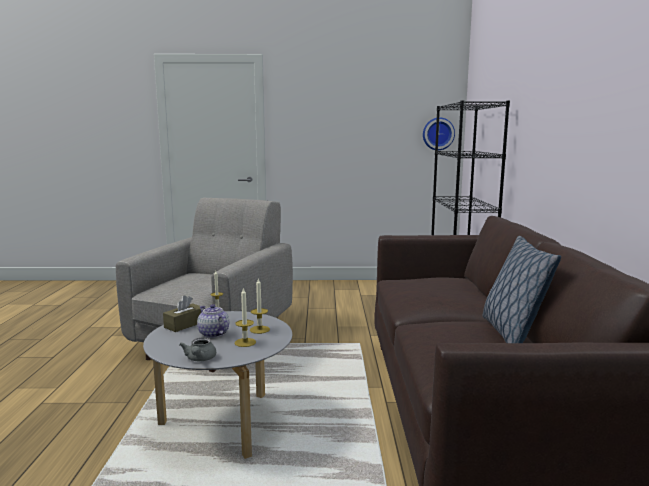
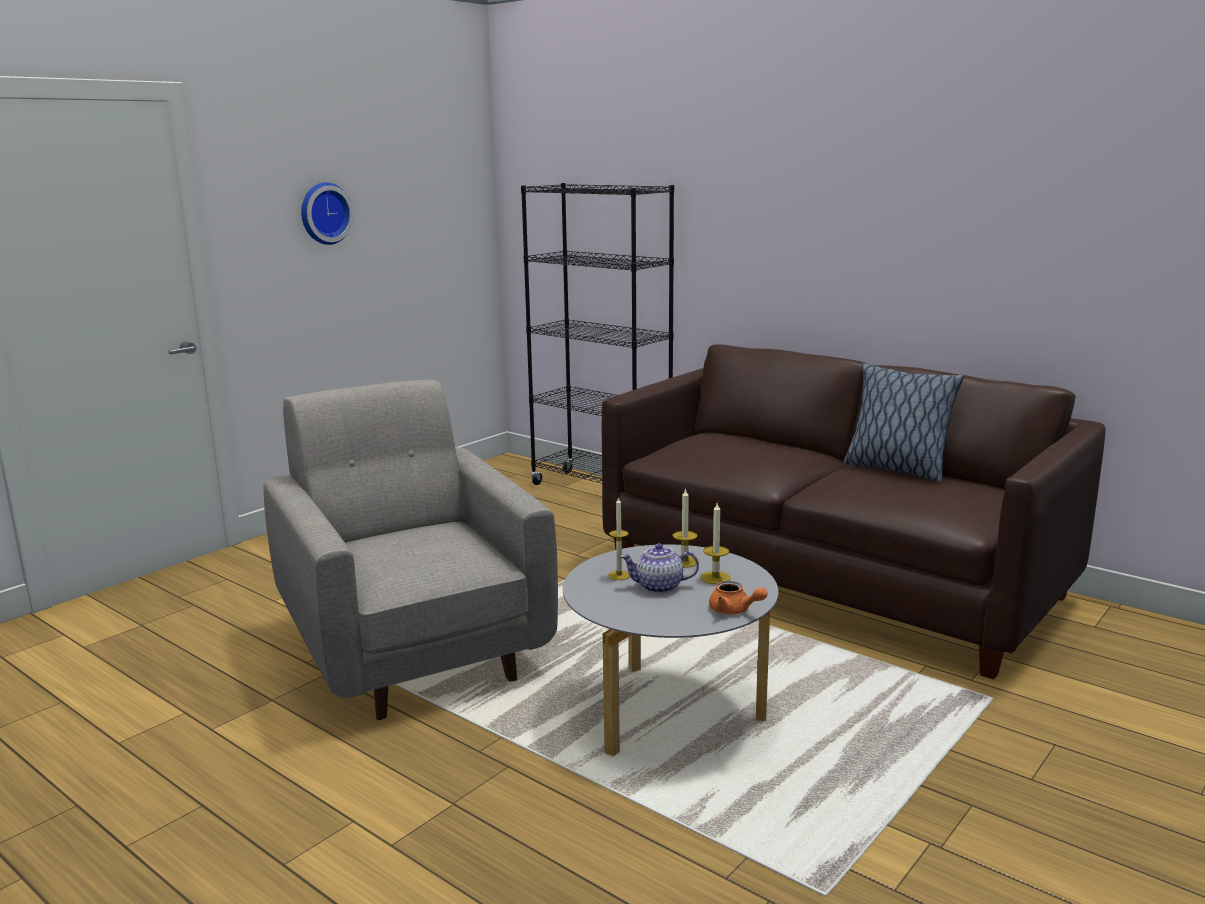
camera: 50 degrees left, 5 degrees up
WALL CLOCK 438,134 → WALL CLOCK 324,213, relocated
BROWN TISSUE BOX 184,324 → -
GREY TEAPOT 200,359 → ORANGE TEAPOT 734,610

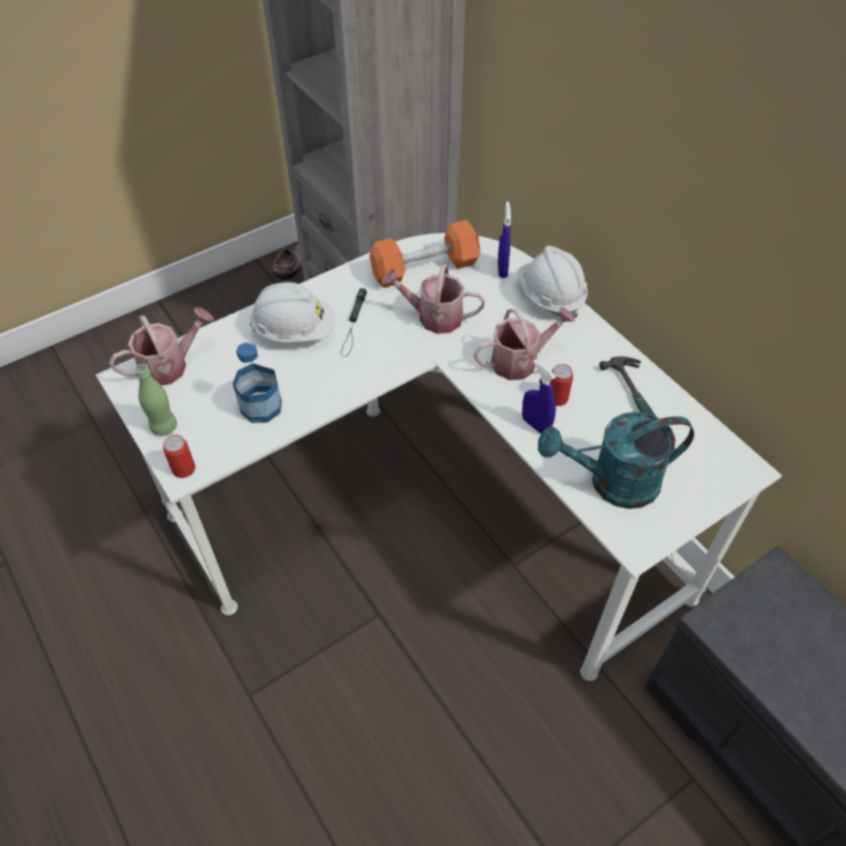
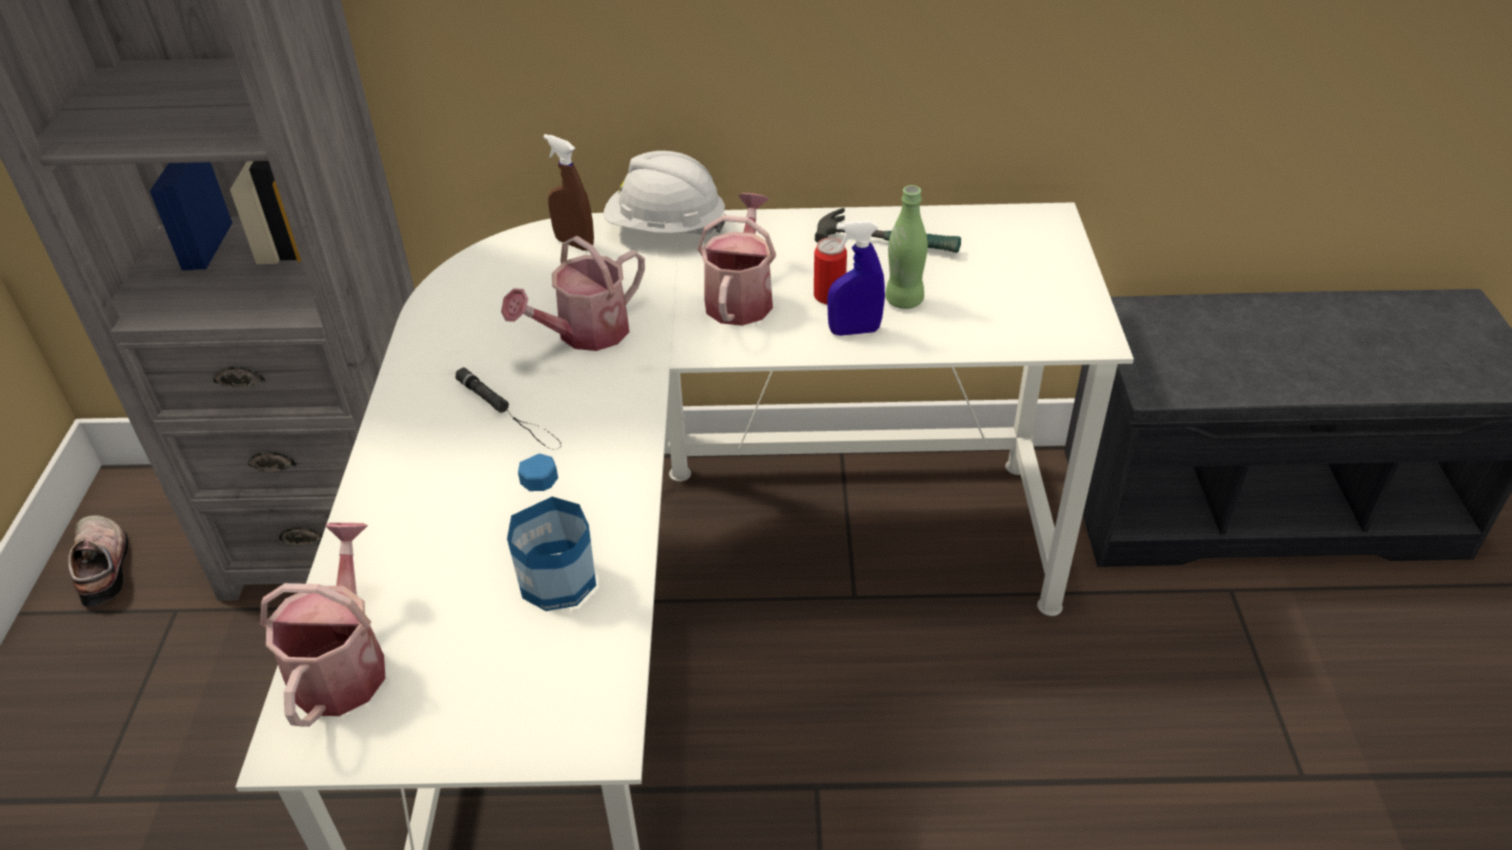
camera: 55 degrees left, 10 degrees down
BLUE SPRAY BOTTLE 502,269 → BROWN SPRAY BOTTLE 574,243
ORANGE DUMBBELL 425,268 → -
WHITE HARD HAT 294,331 → -
GREEN BOTTLE 164,427 → GREEN BOTTLE 904,300, relocated
TURQUOISE WATERING CAN 612,483 → -
CAN 184,469 → -

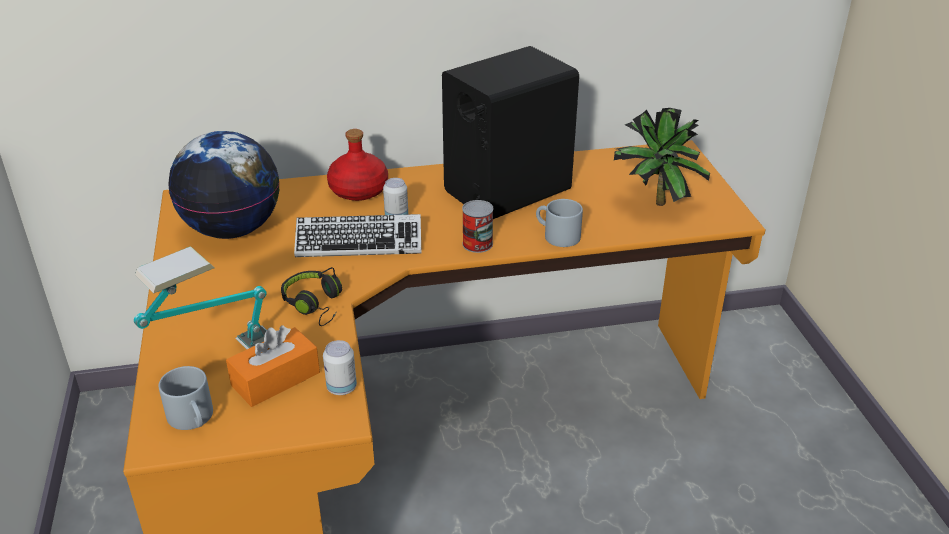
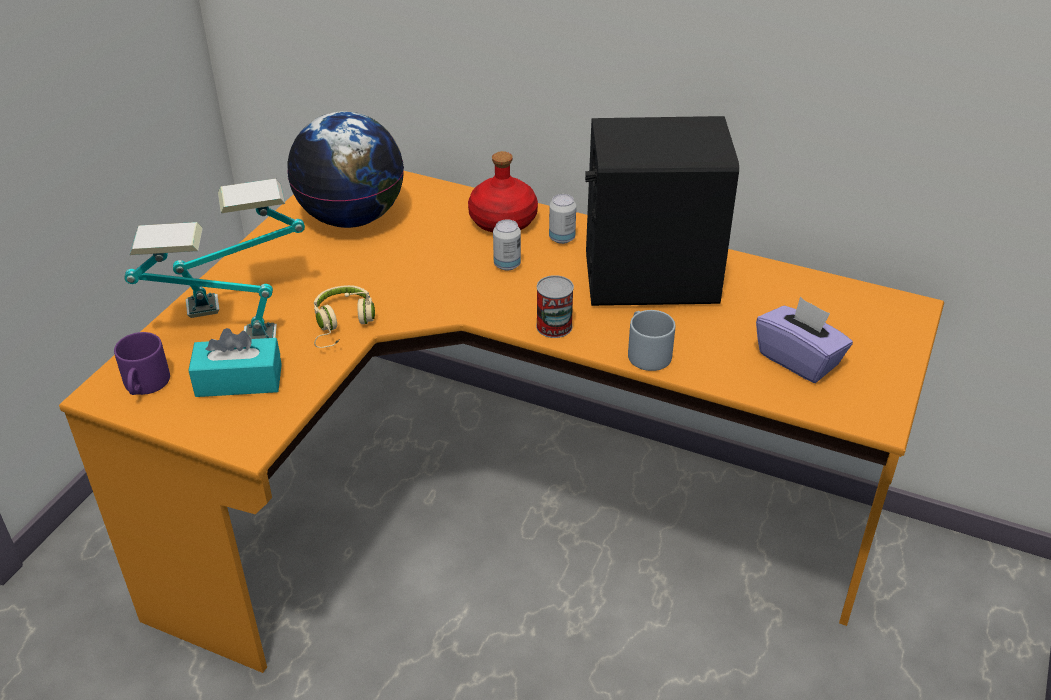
camera: 35 degrees right, 5 degrees up
POTTED PLANT 653,203 → PURPLE TISSUE BOX 799,359
KEYBOARD 359,243 → -
BLACK HEADPHONES 315,304 → BEIGE HEADPHONES 342,324
ORANGE TISSUE BOX 275,379 → TURQUOISE TISSUE BOX 239,380
CAN 341,388 → CAN 562,238, relocated
GREY MUG 194,419 → PURPLE MUG 145,385
- → TABLE LAMP 249,300

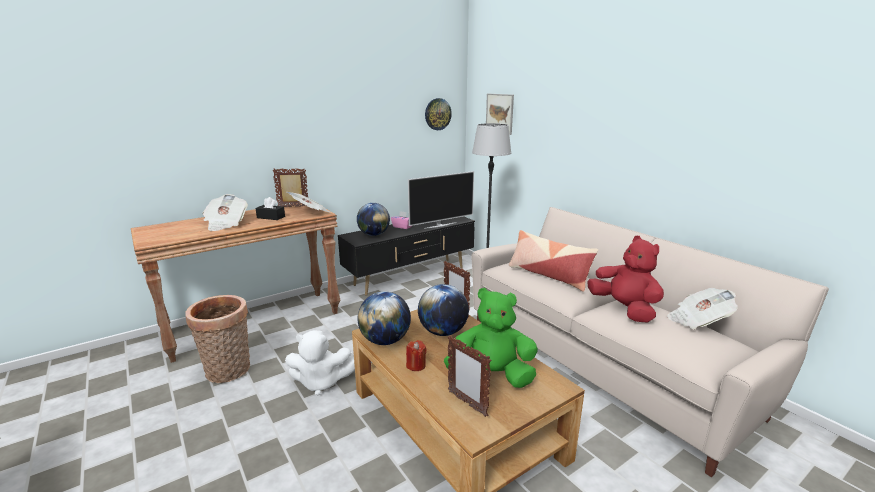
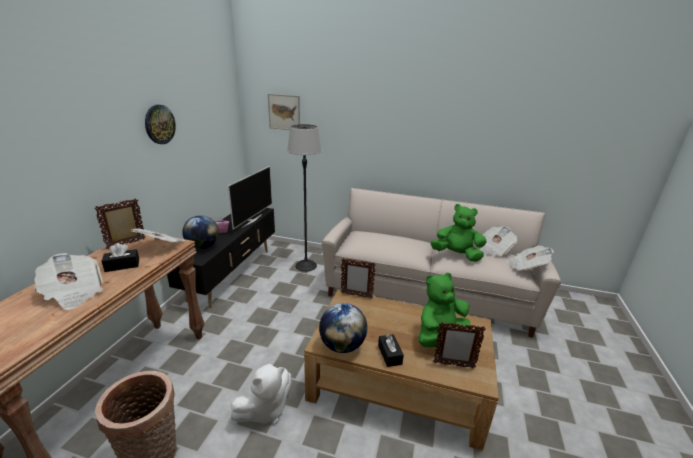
camera: 40 degrees left, 5 degrees up
WALL CLOCK 437,114 → WALL CLOCK 159,124, relocated
PILLOW 548,275 → -
RED PLUSH TOY 624,309 → GREEN PLUSH TOY 456,255
GLOBE 443,332 → -
RED CANDLE 416,365 → BLACK TISSUE BOX 389,355
- → NEWSPAPER 526,266

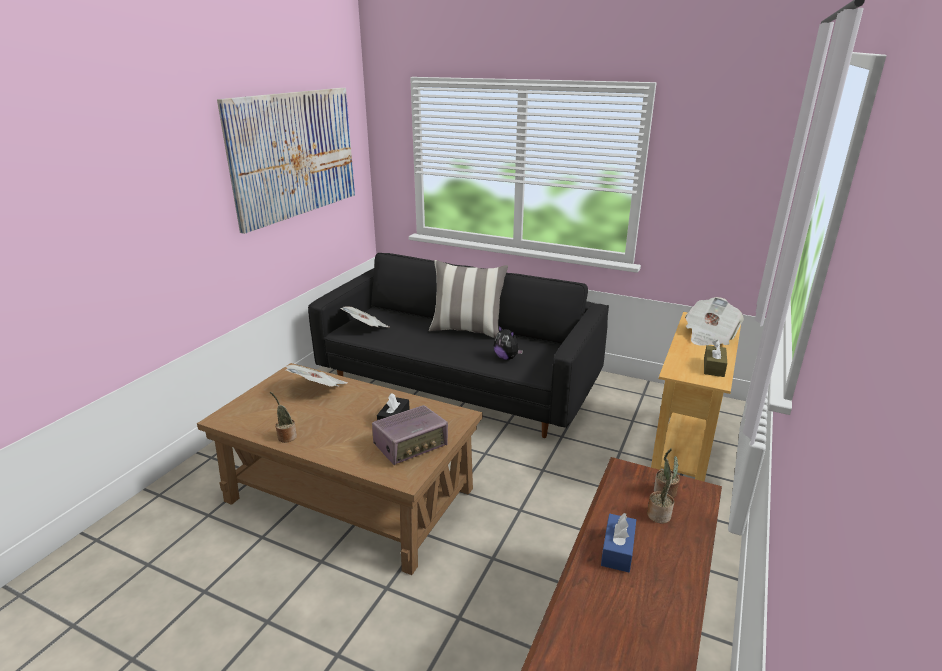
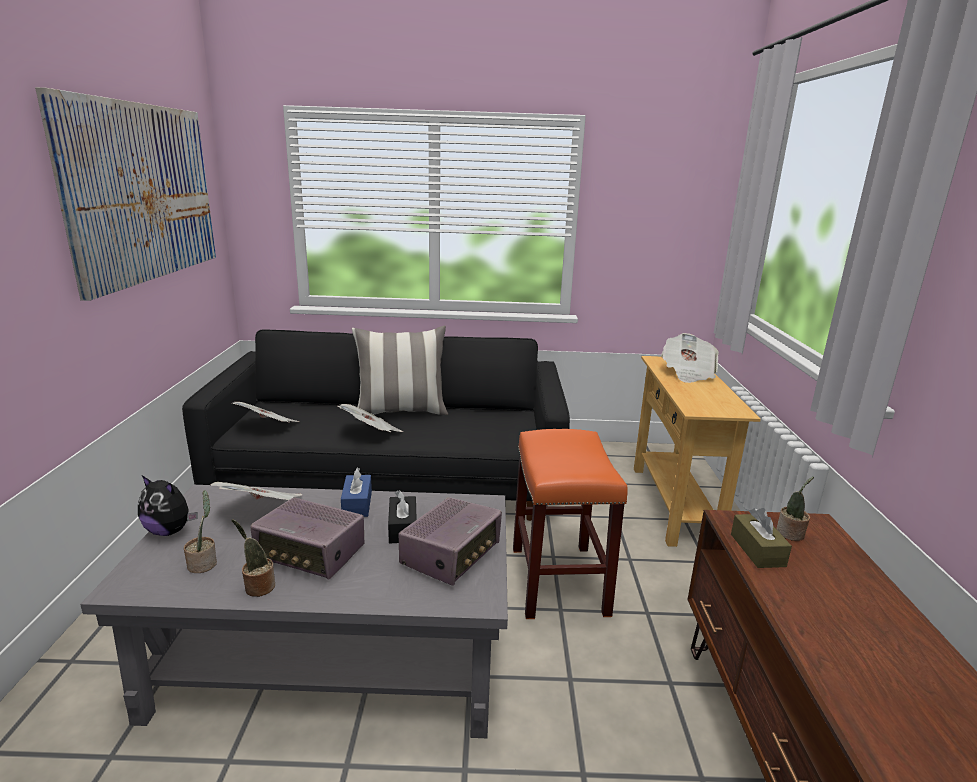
camera: 25 degrees left, 5 degrees down
PLUSH TOY 506,358 → PLUSH TOY 170,531, relocated
BROWN TISSUE BOX 713,367 → BROWN TISSUE BOX 757,550, relocated
BROWN COFFEE TABLE 351,494 → GREY COFFEE TABLE 336,653
POTTED PLANT 660,514 → POTTED PLANT 204,563, relocated
BLUE TISSUE BOX 617,550 → BLUE TISSUE BOX 357,504, relocated
- → NEWSPAPER 371,433
- → ORANGE STOOL 559,581
- → RADIO 311,554

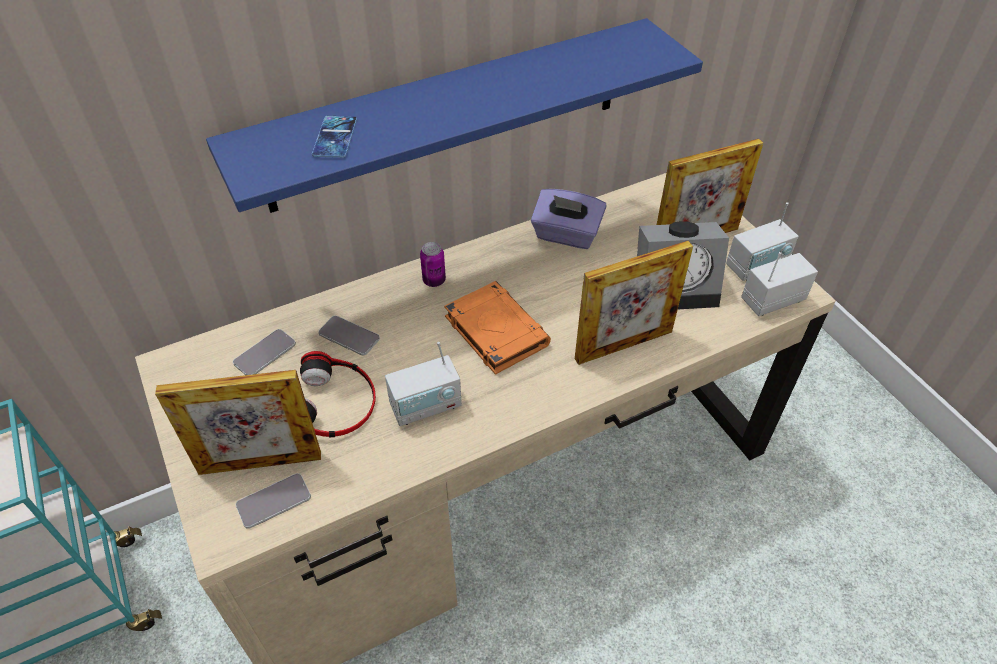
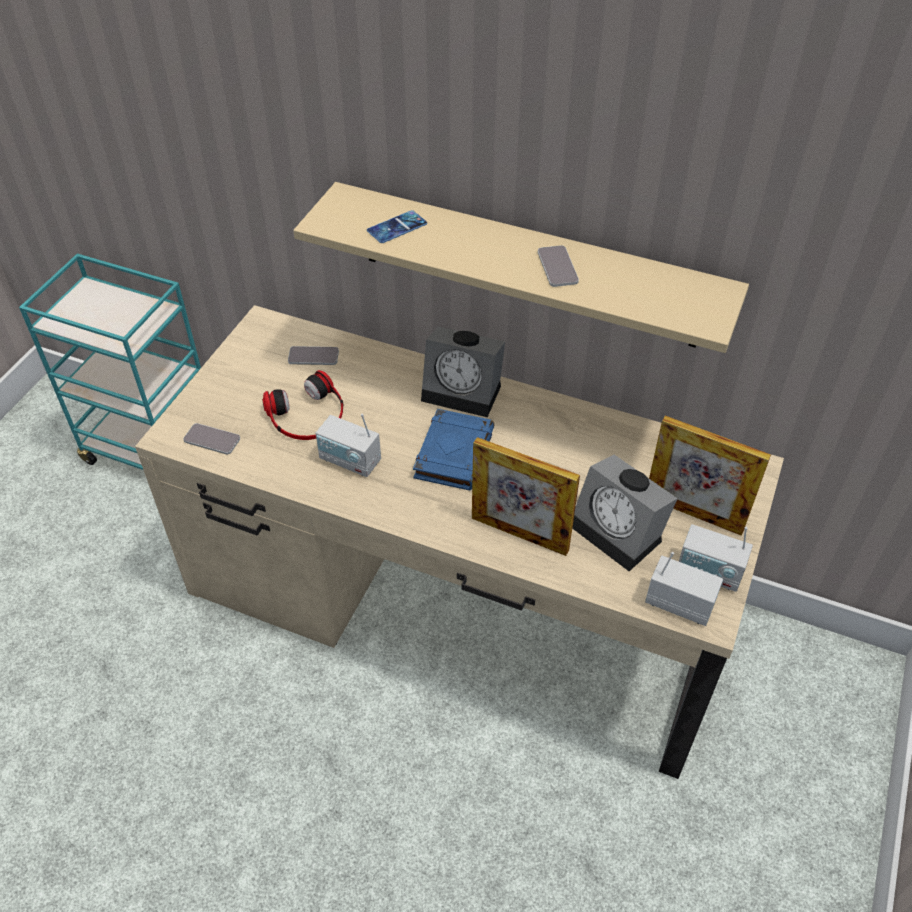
camera: 50 degrees right, 0 degrees up
BLUE SHELF 448,115 → BEIGE SHELF 528,266
PURPLE TISSUE BOX 566,235 → -
CAN 434,280 → ALARM CLOCK 465,391
ORANGE BOOK 495,331 → BLUE BOOK 453,453
PHONE 349,336 → PHONE 557,267, relocated
PICTURE FRAME 260,463 → -

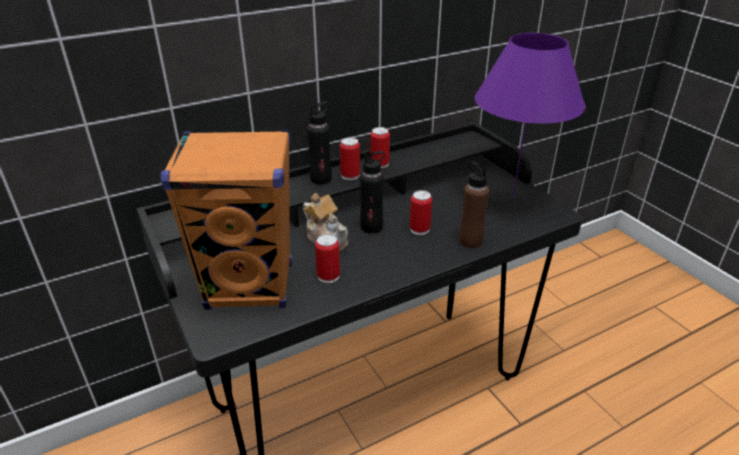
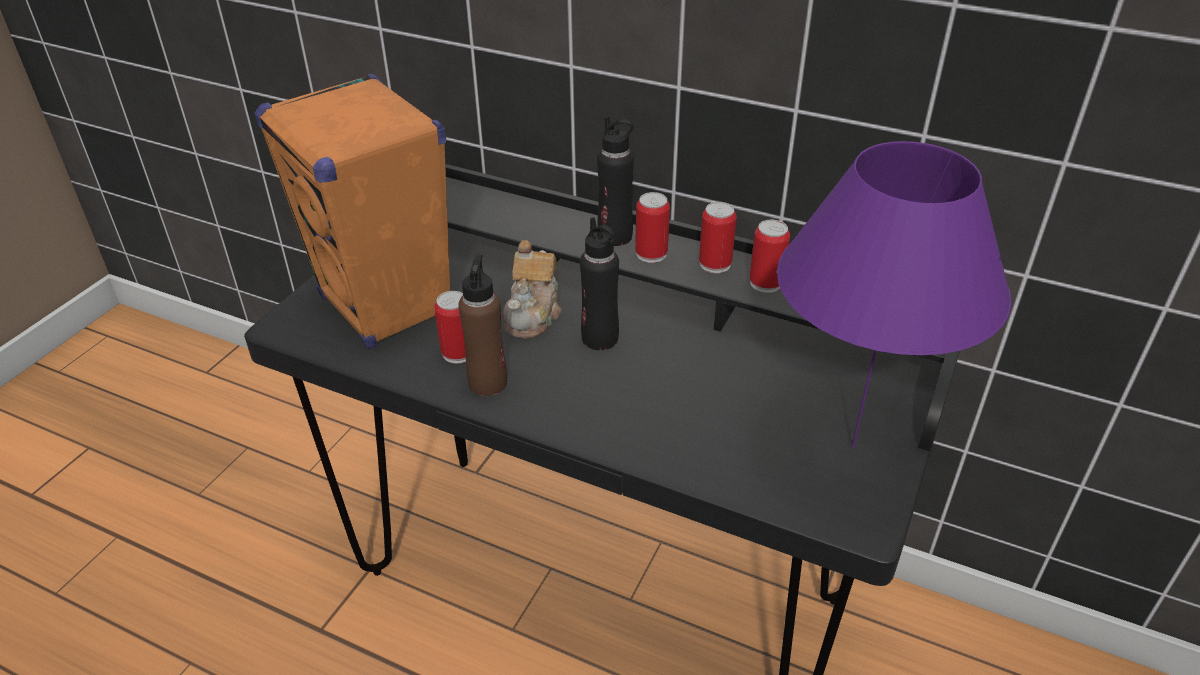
camera: 55 degrees right, 5 degrees up
BROWN BOTTLE 470,241 → BROWN BOTTLE 488,382, relocated
CAN 419,229 → CAN 765,283, relocated

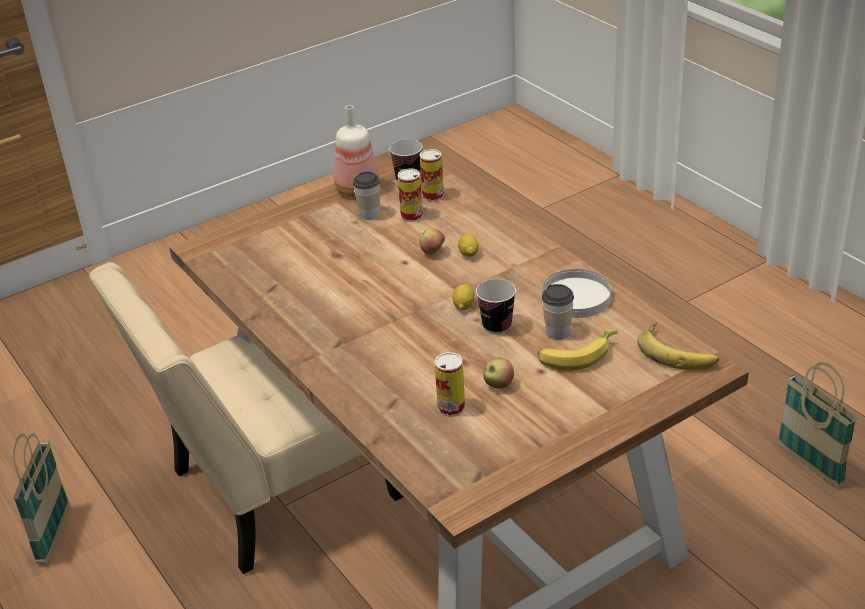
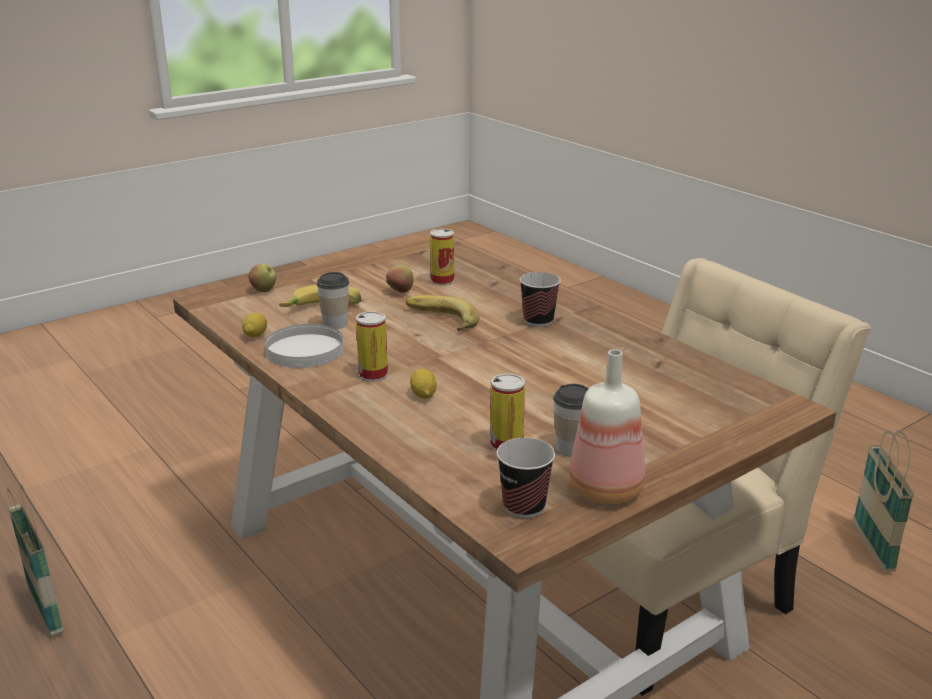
camera: 175 degrees right, 10 degrees down
CAN 433,195 → CAN 373,374, relocated
APPLE 432,252 → APPLE 264,290, relocated
CUP 497,326 → CUP 538,321, relocated
LEMON 463,305 → LEMON 255,335, relocated
BANANA 678,352 → BANANA 440,320, relocated

